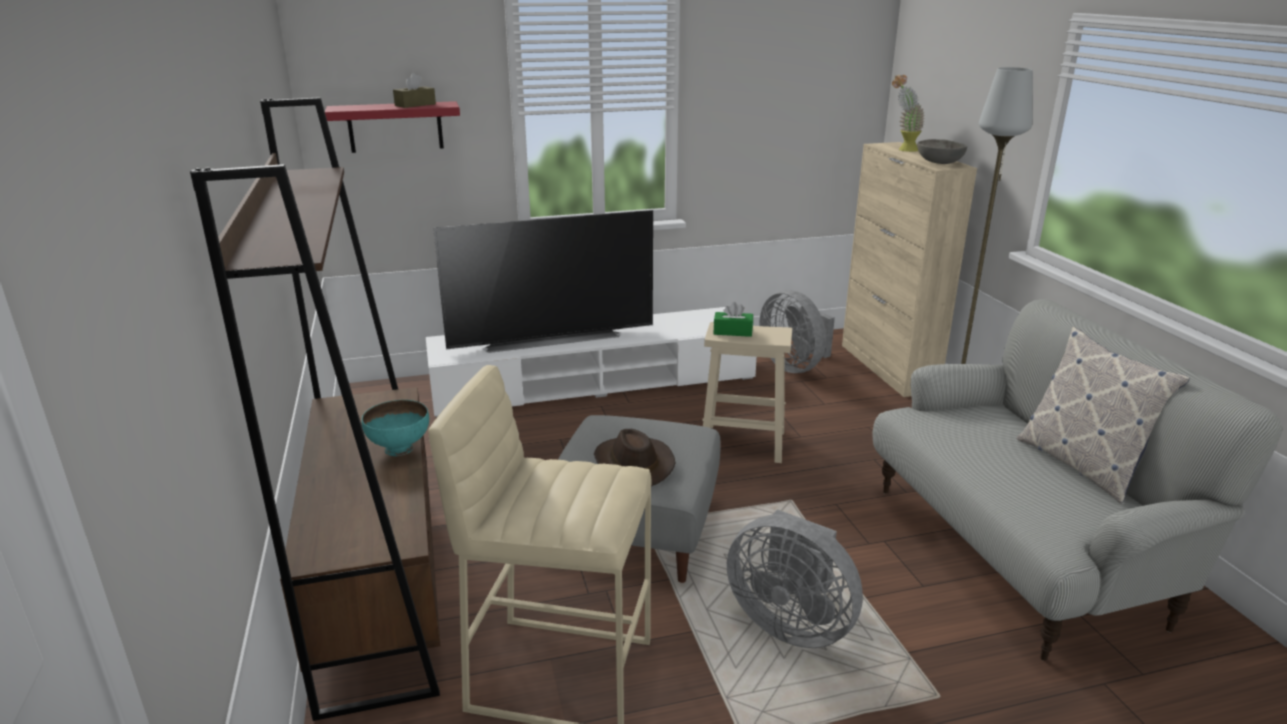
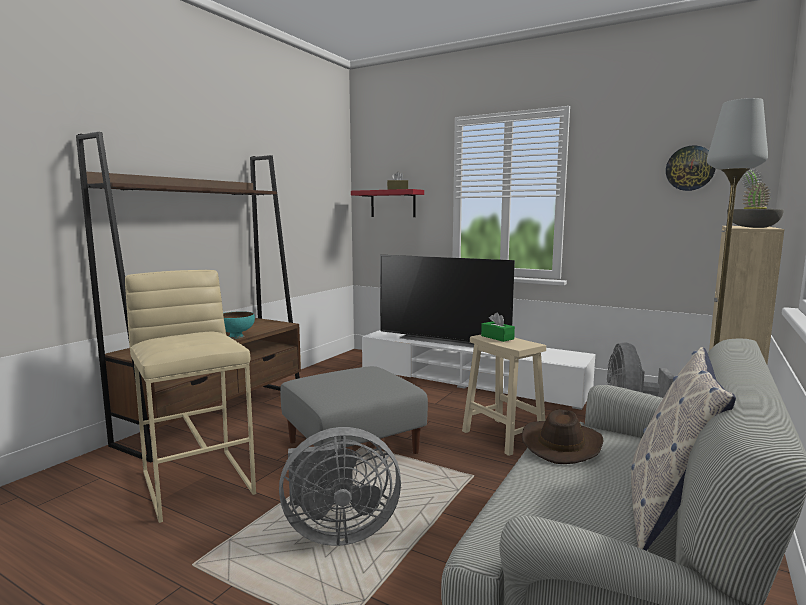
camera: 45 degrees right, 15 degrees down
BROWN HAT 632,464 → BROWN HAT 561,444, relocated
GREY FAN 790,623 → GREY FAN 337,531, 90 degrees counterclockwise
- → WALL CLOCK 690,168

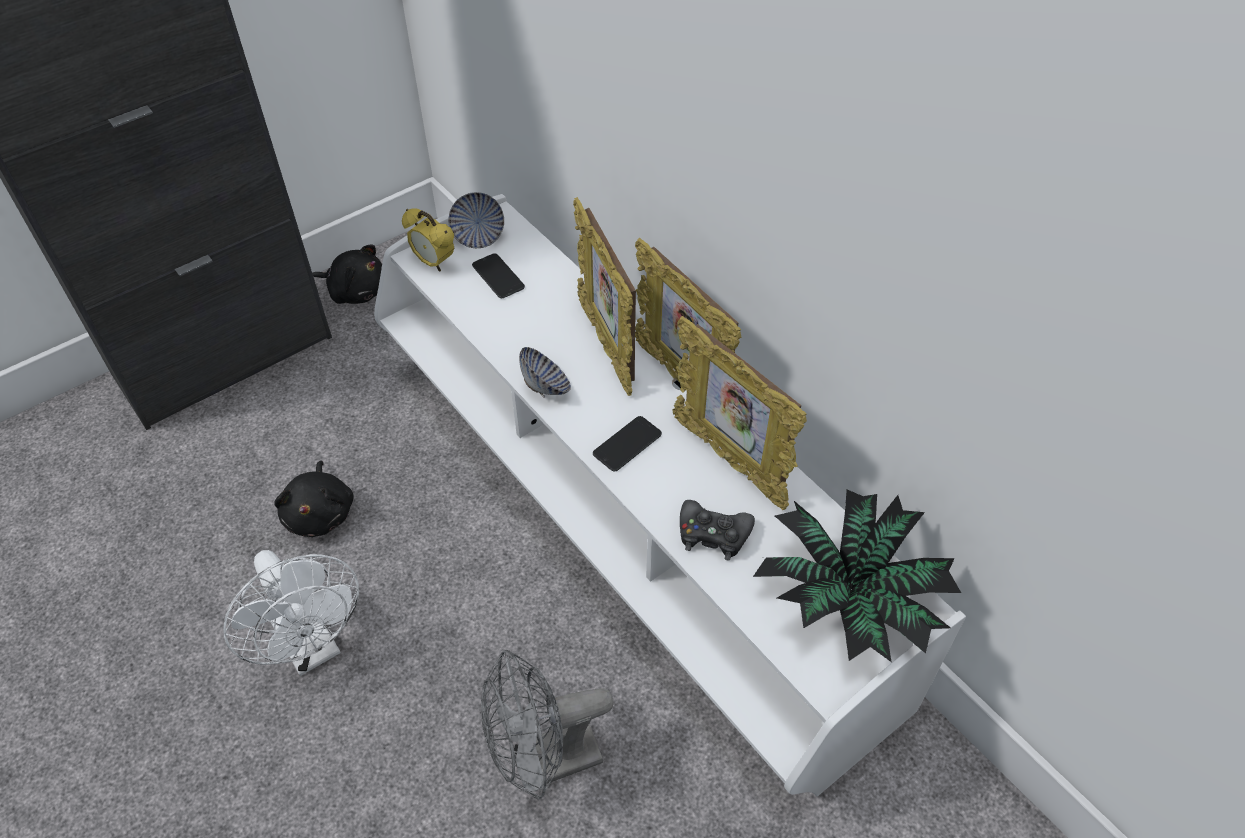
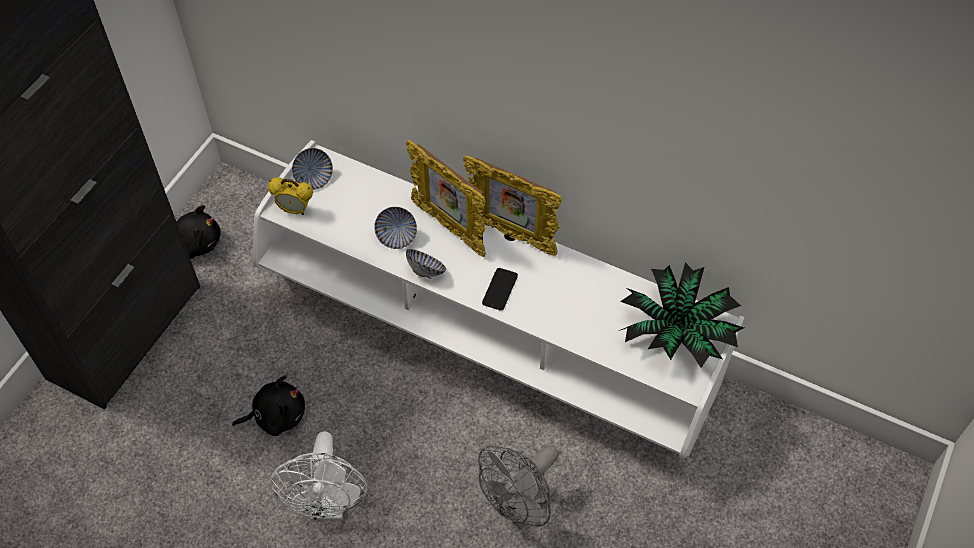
camera: 25 degrees left, 5 degrees up
PHONE 498,276 → -
PICTURE FRAME 730,461 → -
BLACK PLUSH TOY 320,513 → BLACK PLUSH TOY 276,416, 75 degrees counterclockwise
BLACK GAME CONTROLLER 713,534 → -
WHITE FAN 312,647 → WHITE FAN 329,504, 60 degrees clockwise
- → BOWL 396,237

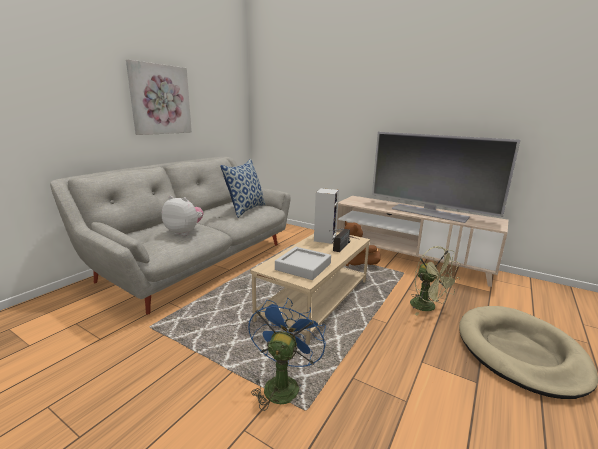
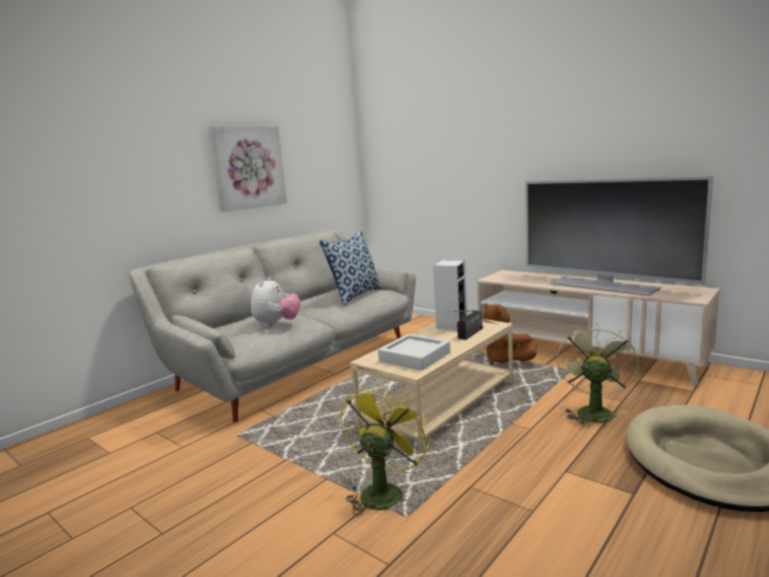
camera: 10 degrees right, 5 degrees down
PLUSH TOY 184,232 → PLUSH TOY 277,324, 75 degrees clockwise
GREEN FAN 428,307 → GREEN FAN 593,411, 135 degrees counterclockwise
BLUE FAN 282,383 → YELLOW FAN 383,491

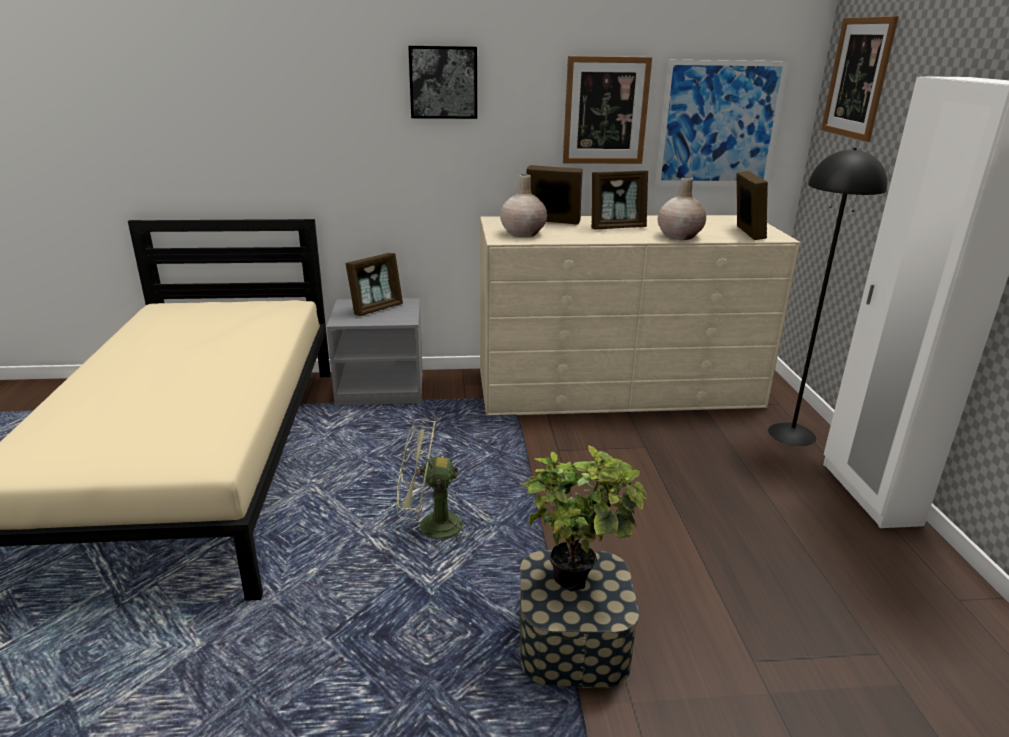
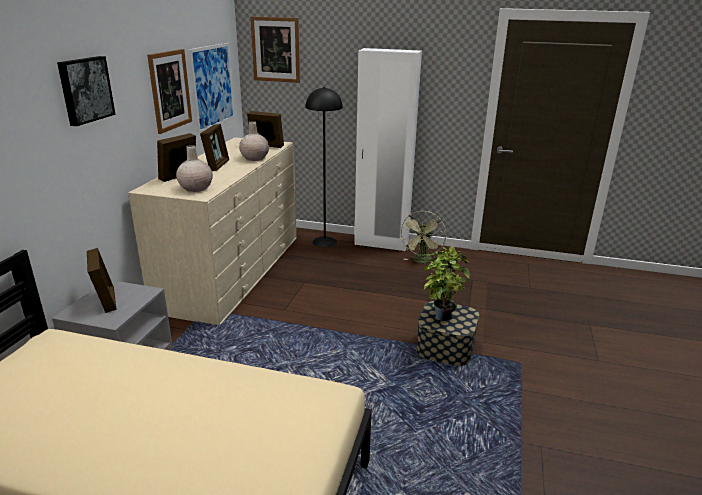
camera: 70 degrees left, 0 degrees up
GREEN FAN 430,528 → GREEN FAN 422,261, relocated

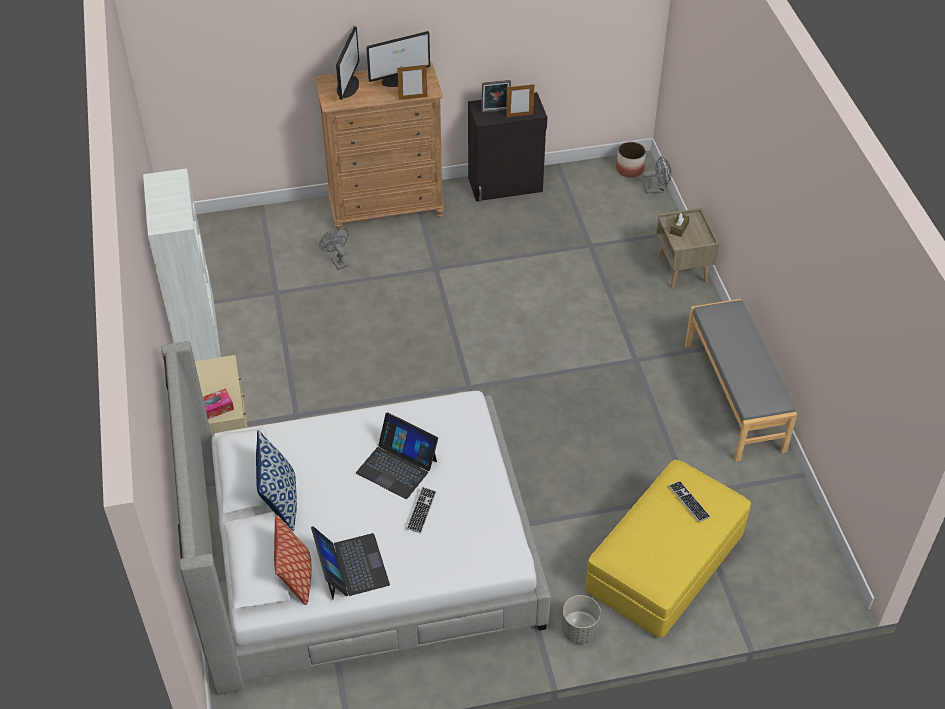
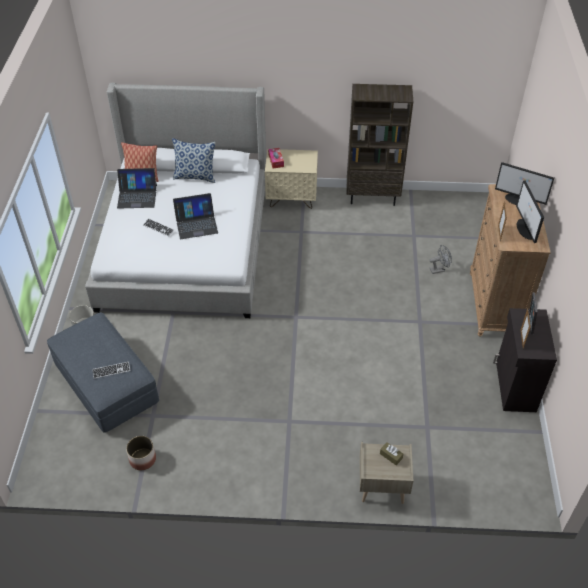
camera: 105 degrees right, 0 degrees up
PLANTER 629,169 → PLANTER 143,459, relocated
GREY FAN 657,189 → -
WHITE BOOKCASE 199,346 → BROWN BOOKCASE 373,197
GREY BENCH 734,396 → -
LAPTOP 397,466 → LAPTOP 196,224, 150 degrees counterclockwise
YELLOW OTTOMAN 664,564 → GREY OTTOMAN 106,384

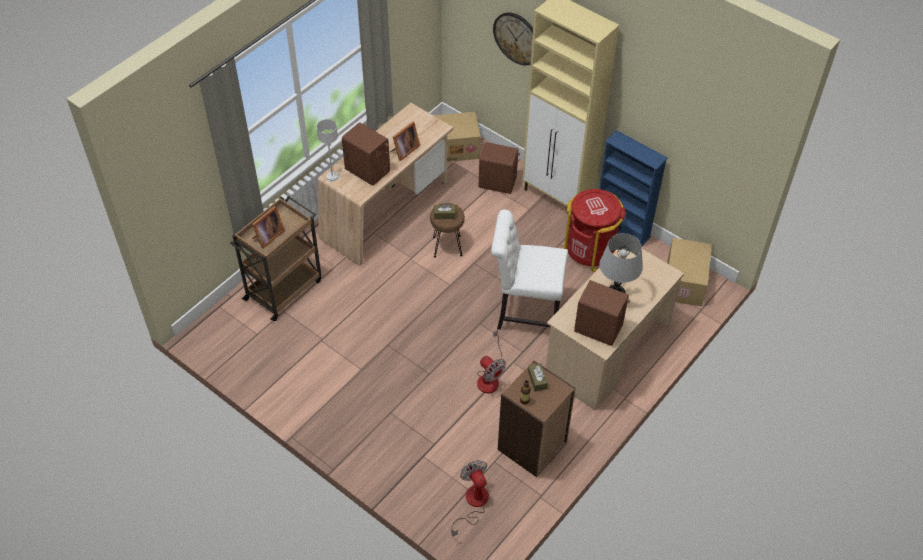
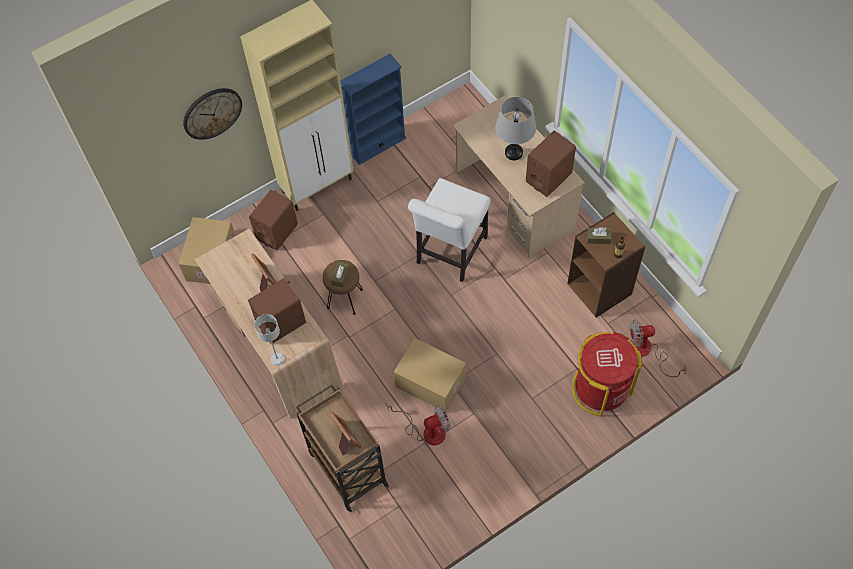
camera: 70 degrees left, 10 degrees up
RED TRASH CAN 590,250 → RED TRASH CAN 600,387, relocated
CARDBOARD BOX 683,282 → CARDBOARD BOX 429,383, relocated
FAN 489,377 → FAN 426,431, relocated

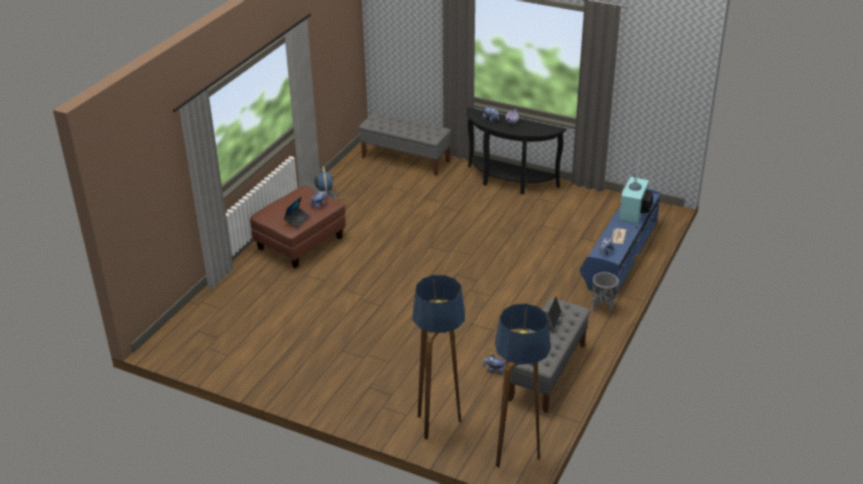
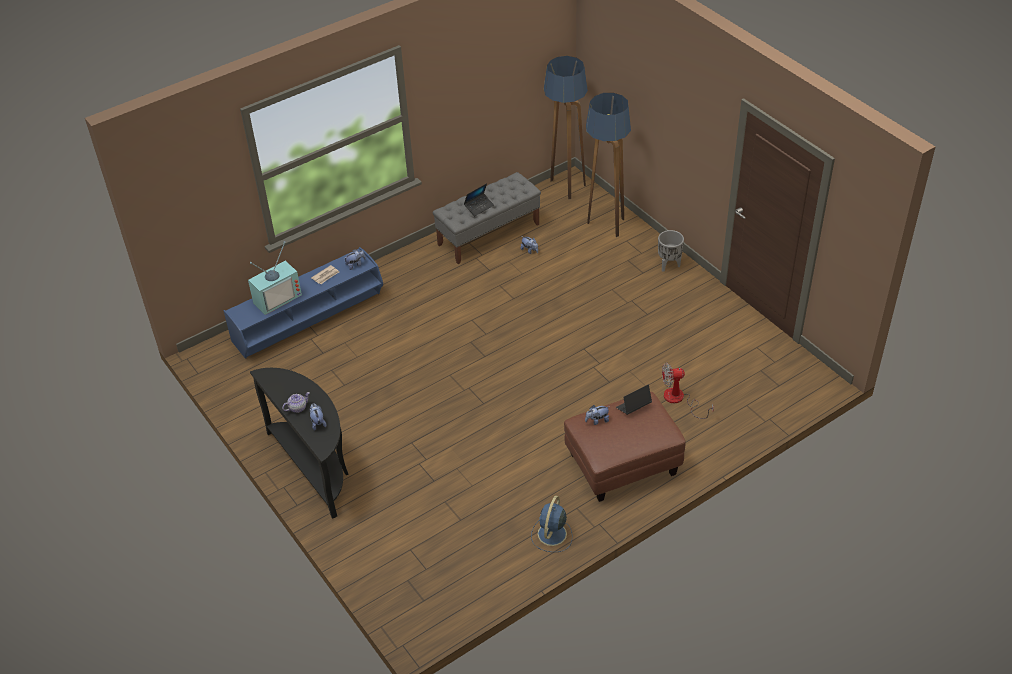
camera: 150 degrees left, 10 degrees up
GREY BENCH 406,159 → -
GREY PLANTER 602,308 → GREY PLANTER 669,265, relocated
- → FAN 679,400

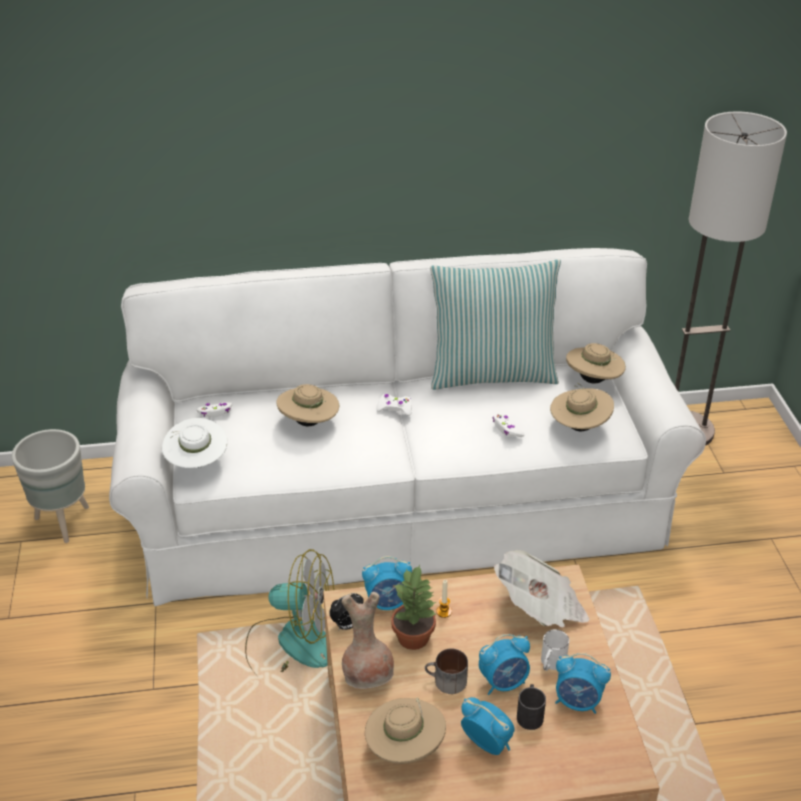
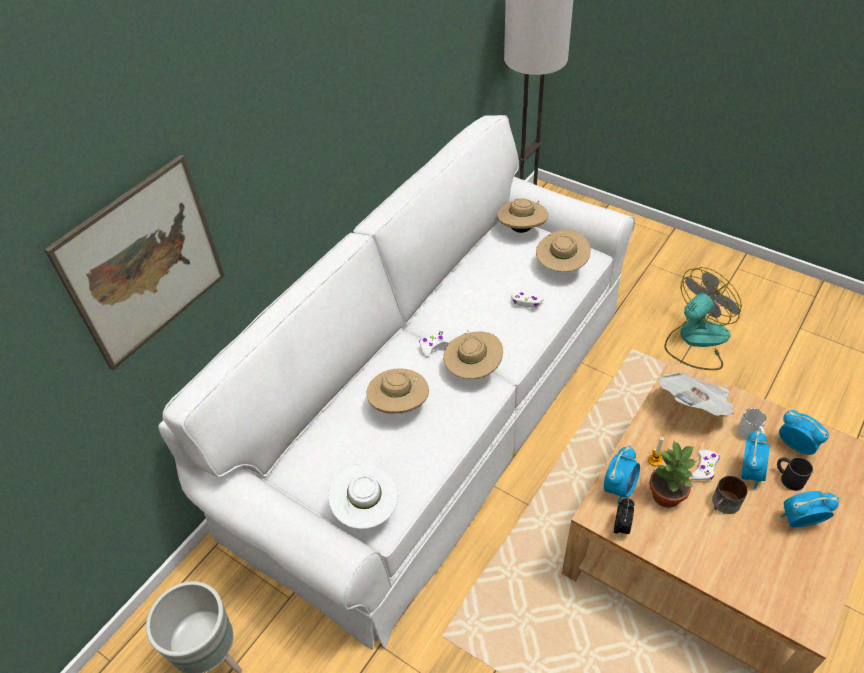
camera: 45 degrees left, 10 degrees up
PILLOW 492,374 → -
WHITE GAME CONTROLLER 215,412 → WHITE GAME CONTROLLER 704,468, relocated
FAN 291,643 → FAN 696,340, relocated
BROWN VASE 368,675 → -
ALARM CLOCK 578,702 → ALARM CLOCK 796,445, 105 degrees counterclockwise
BEIGE HAT 405,748 → BEIGE HAT 473,369, relocated
- → PICTURE 144,263

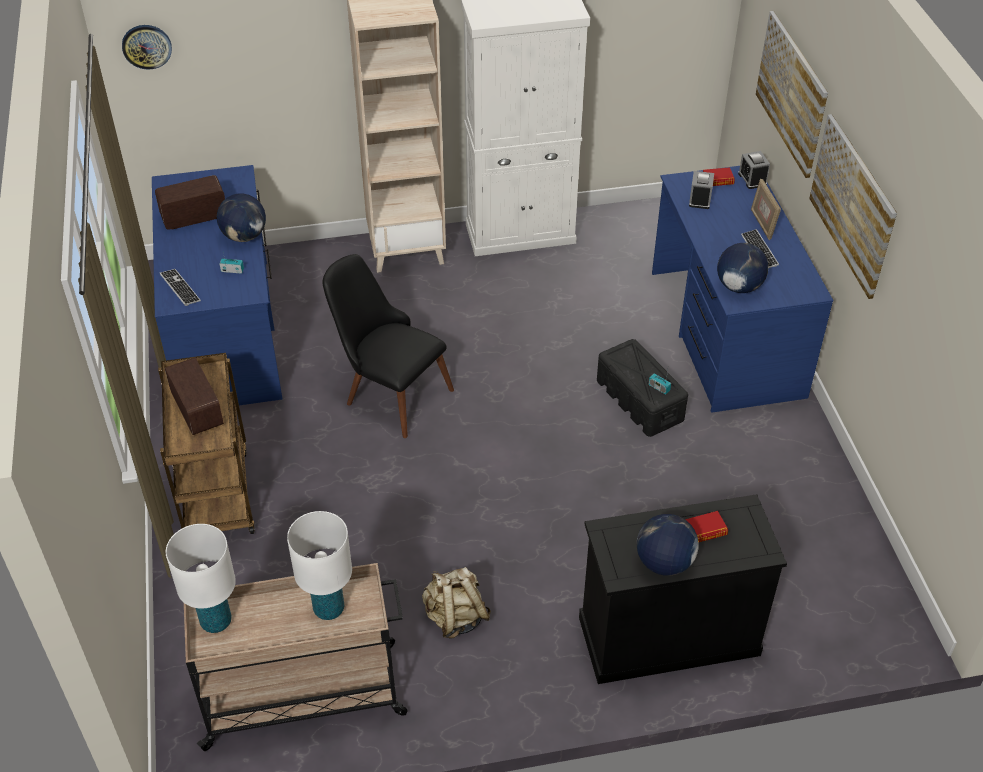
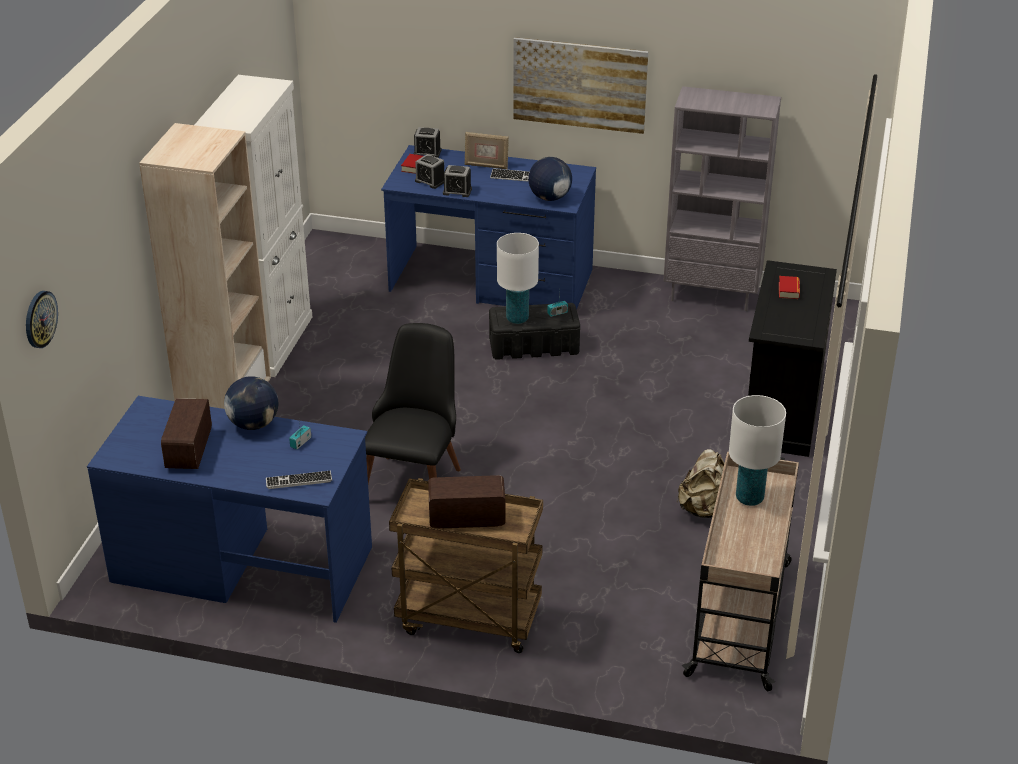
camera: 65 degrees left, 10 degrees down
PICTURE 791,93 → -
BLACK CHAIR 388,392 → BLACK CHAIR 415,477, 135 degrees clockwise
GLOBE 664,563 → -
WHITE TABLE LAMP 216,621 → WHITE TABLE LAMP 517,318, relocated
- → GREY BOOKCASE 712,295
- → ALARM CLOCK 457,191

